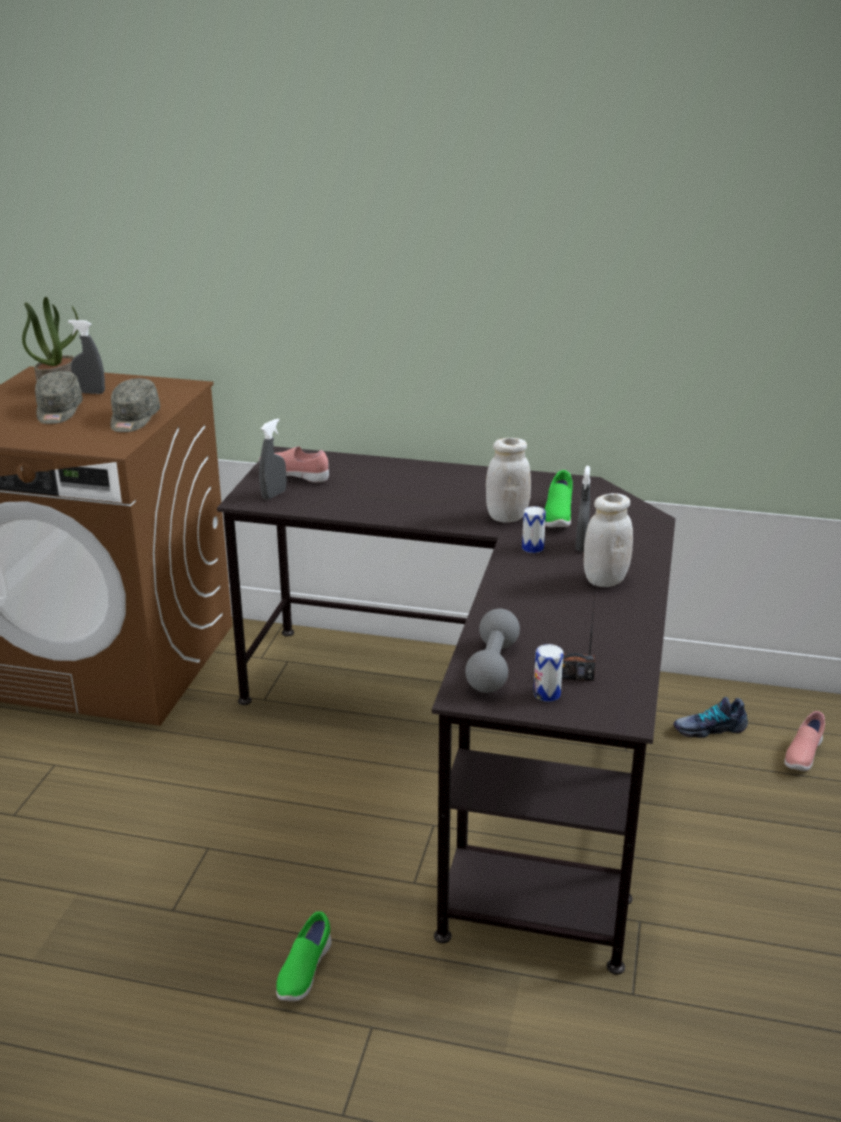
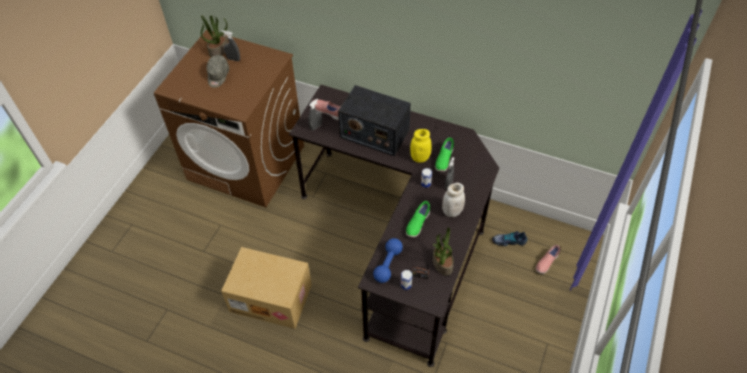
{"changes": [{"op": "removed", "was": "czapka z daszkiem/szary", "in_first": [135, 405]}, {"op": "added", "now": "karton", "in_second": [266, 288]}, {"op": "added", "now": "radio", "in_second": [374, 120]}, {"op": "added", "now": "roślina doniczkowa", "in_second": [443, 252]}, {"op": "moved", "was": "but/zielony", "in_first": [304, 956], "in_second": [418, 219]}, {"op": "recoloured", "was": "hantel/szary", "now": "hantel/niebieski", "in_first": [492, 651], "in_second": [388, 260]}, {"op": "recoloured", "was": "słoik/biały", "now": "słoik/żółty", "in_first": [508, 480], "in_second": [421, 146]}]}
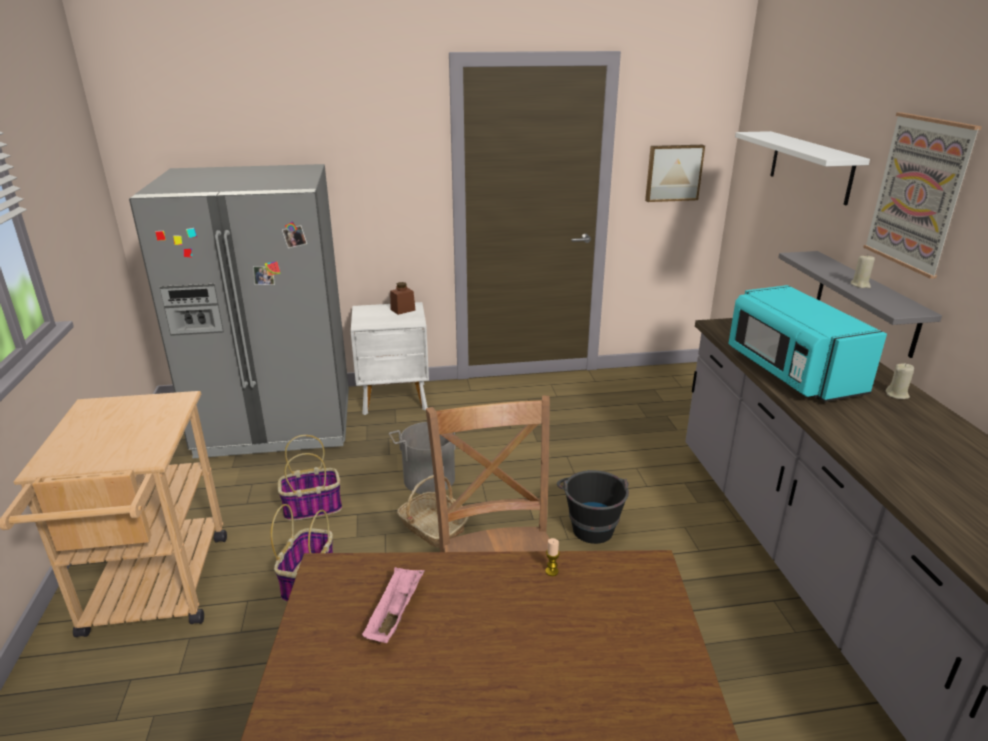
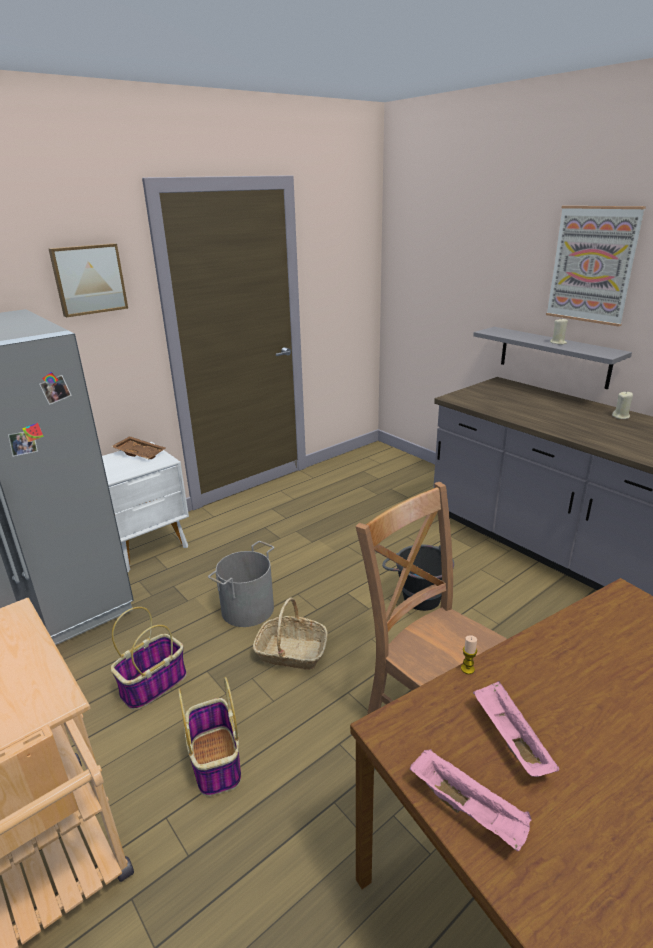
{"changes": [{"op": "removed", "was": "mikrofalówka/turkusowy", "in_first": [807, 343]}, {"op": "removed", "was": "półka/biały", "in_first": [802, 168]}, {"op": "added", "now": "taca/różowy", "in_second": [471, 800]}, {"op": "moved", "was": "świeca", "in_first": [552, 557], "in_second": [469, 654]}, {"op": "moved", "was": "obraz", "in_first": [675, 173], "in_second": [88, 280]}, {"op": "replaced", "was": "słoik/brązowy", "now": "taca/brązowy", "in_first": [403, 298], "in_second": [138, 447]}]}
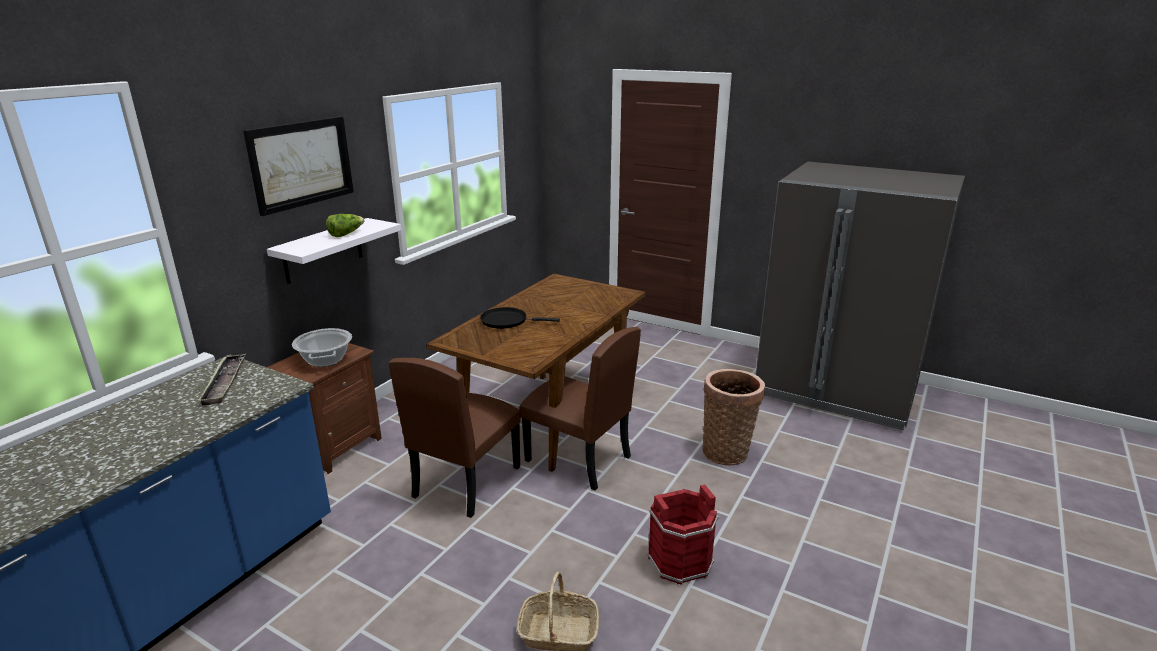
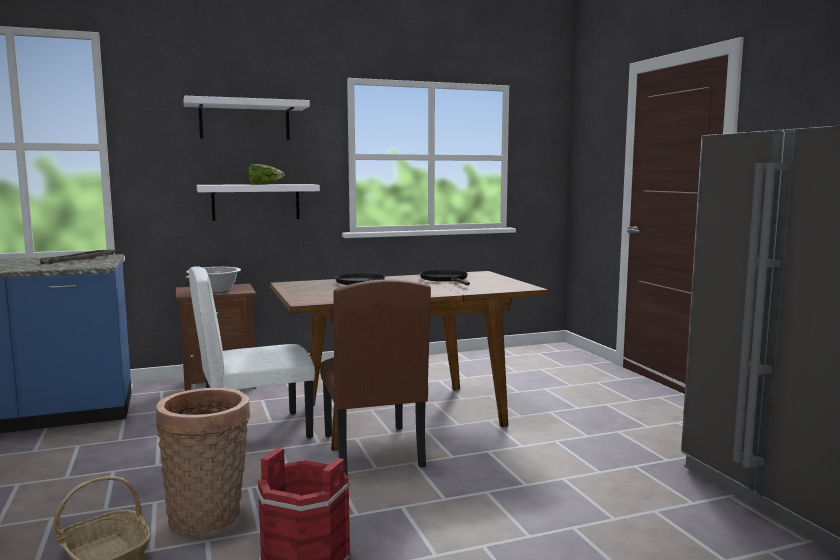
{"changes": [{"op": "added", "now": "patelnia/czarny", "in_second": [445, 277]}, {"op": "moved", "was": "koszyk", "in_first": [733, 417], "in_second": [203, 462]}, {"op": "replaced", "was": "obraz", "now": "półka/biały", "in_first": [298, 166], "in_second": [247, 118]}, {"op": "recoloured", "was": "krzesło/brązowy", "now": "krzesło/biały", "in_first": [455, 438], "in_second": [251, 352]}]}
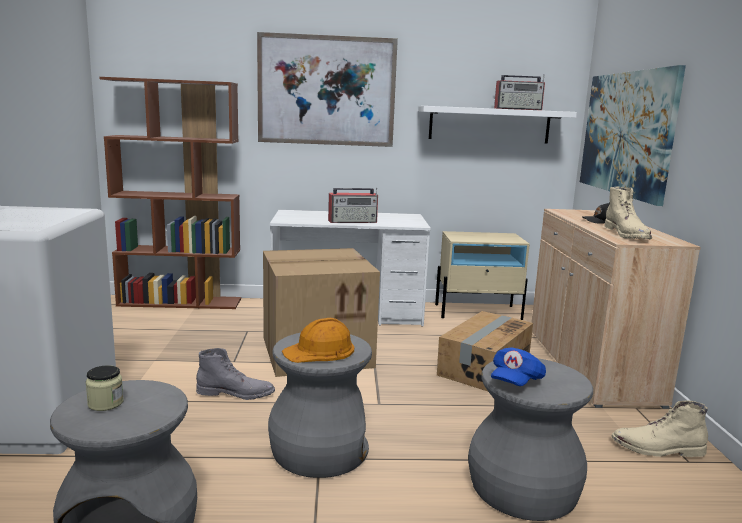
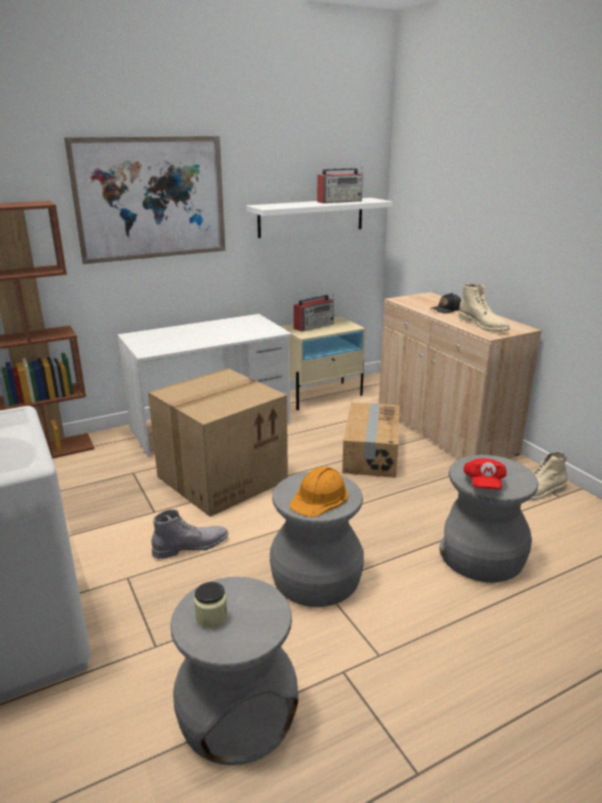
{"changes": [{"op": "removed", "was": "obraz", "in_first": [633, 135]}, {"op": "moved", "was": "radio", "in_first": [353, 205], "in_second": [314, 313]}, {"op": "recoloured", "was": "czapka z daszkiem/niebieski", "now": "czapka z daszkiem/czerwony", "in_first": [518, 366], "in_second": [485, 474]}]}
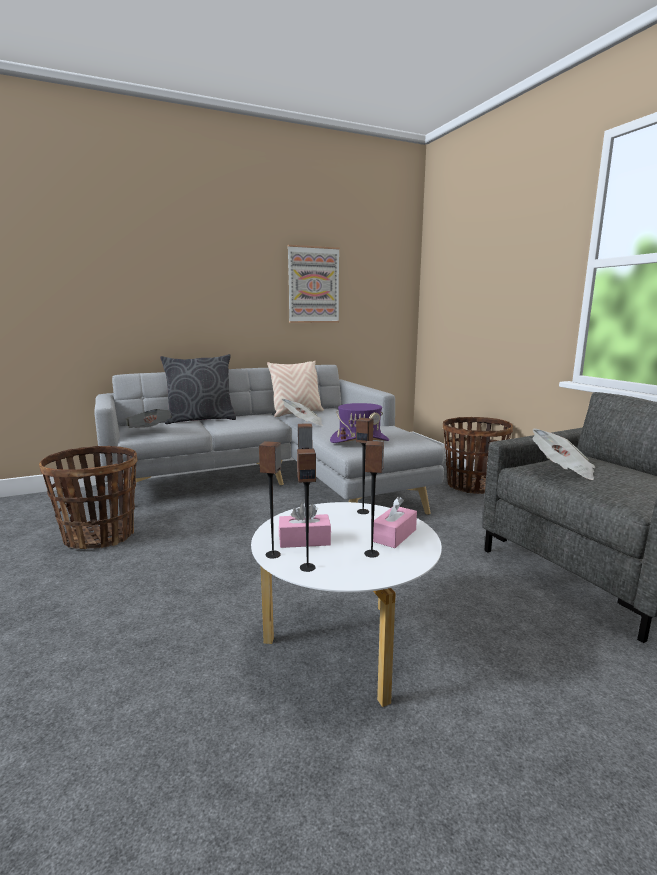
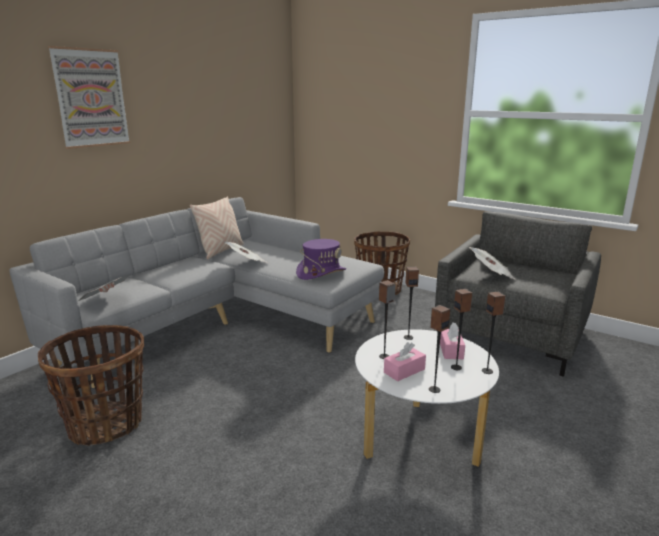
{"changes": [{"op": "removed", "was": "poduszka/szary", "in_first": [198, 389]}, {"op": "moved", "was": "głośnik", "in_first": [270, 499], "in_second": [494, 333]}, {"op": "moved", "was": "obraz", "in_first": [313, 284], "in_second": [89, 97]}]}
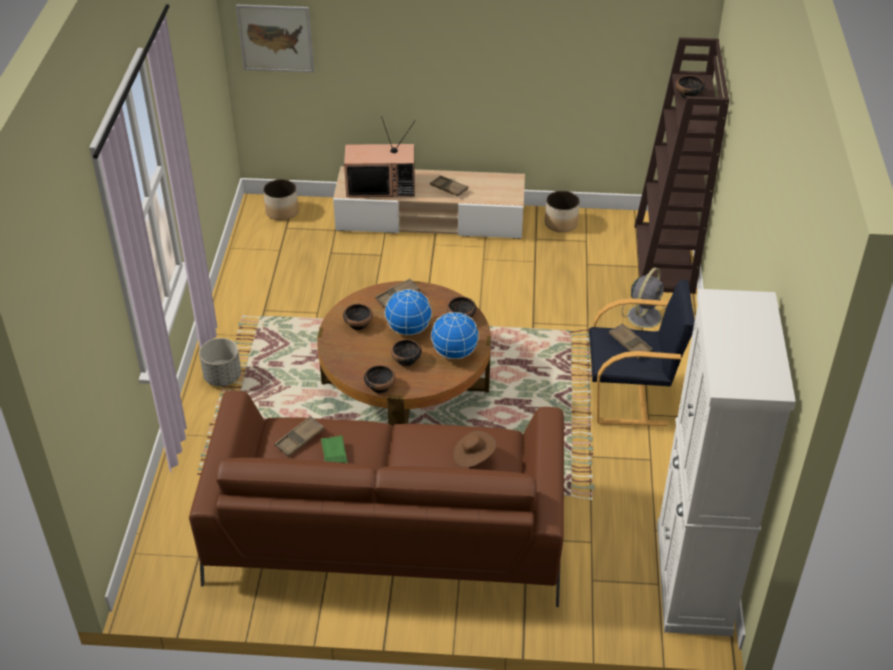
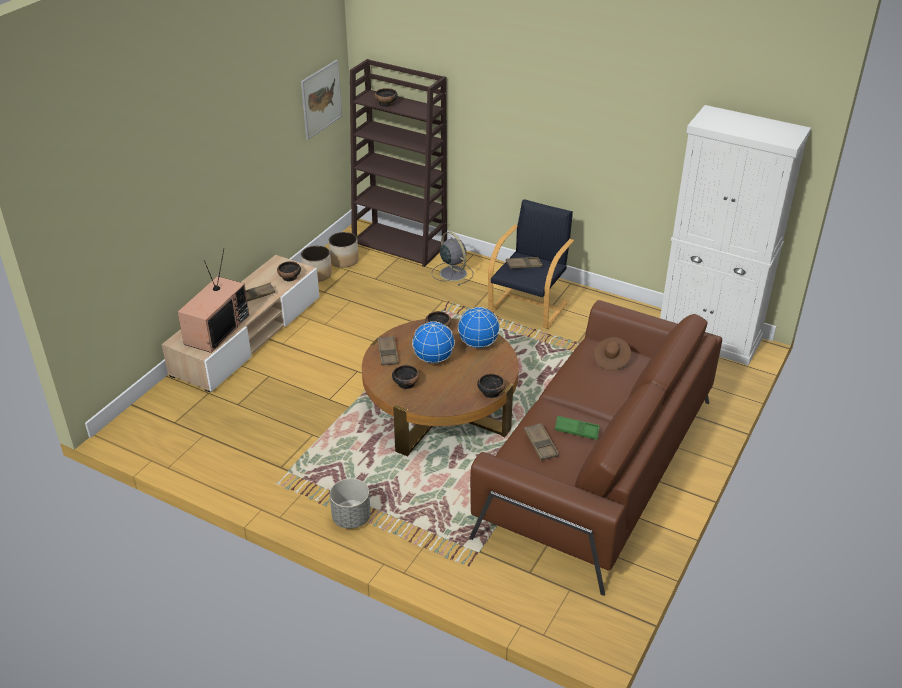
{"changes": [{"op": "moved", "was": "obraz", "in_first": [275, 38], "in_second": [321, 100]}, {"op": "moved", "was": "donica", "in_first": [281, 200], "in_second": [344, 249]}, {"op": "moved", "was": "miska", "in_first": [406, 352], "in_second": [289, 271]}]}
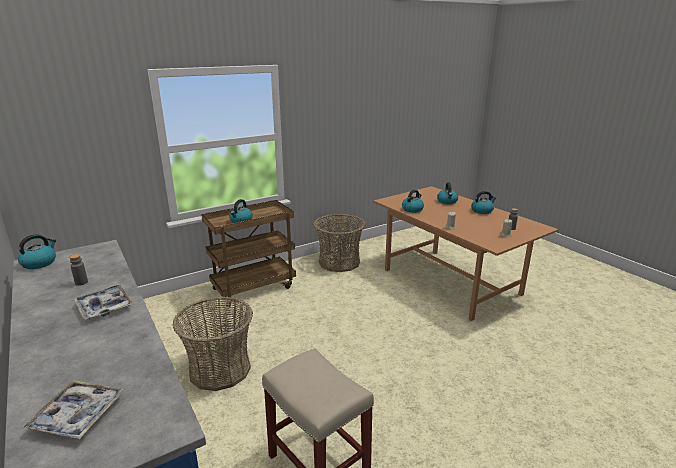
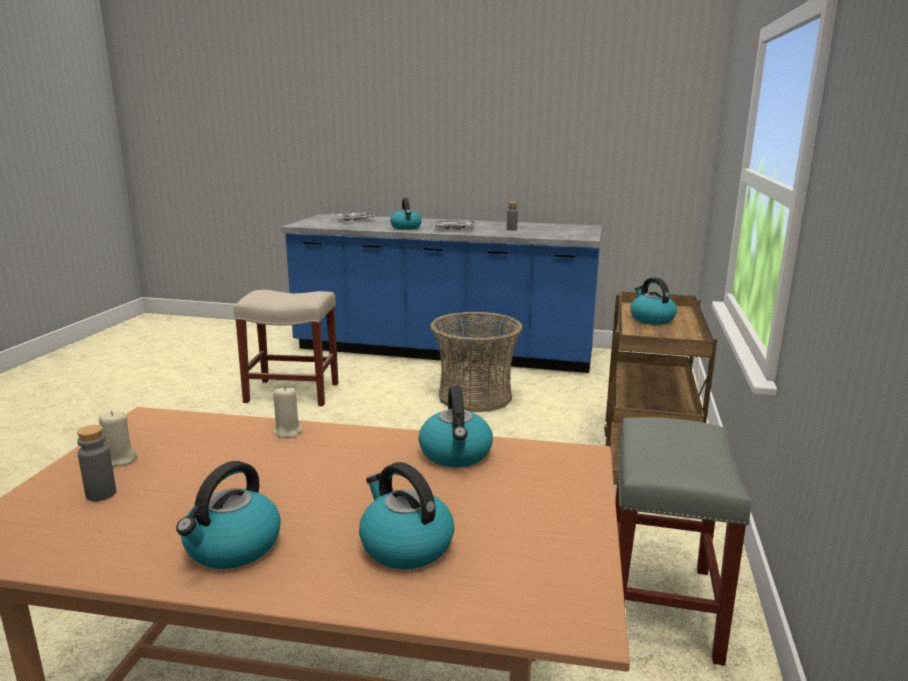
{"changes": [{"op": "moved", "was": "czajnik", "in_first": [37, 251], "in_second": [406, 214]}, {"op": "replaced", "was": "koszyk", "now": "stołek/szary", "in_first": [339, 243], "in_second": [683, 541]}]}
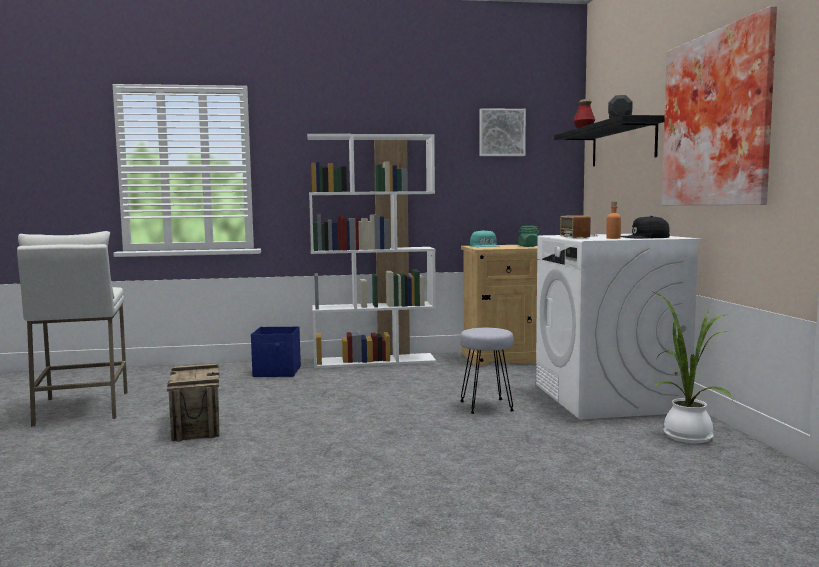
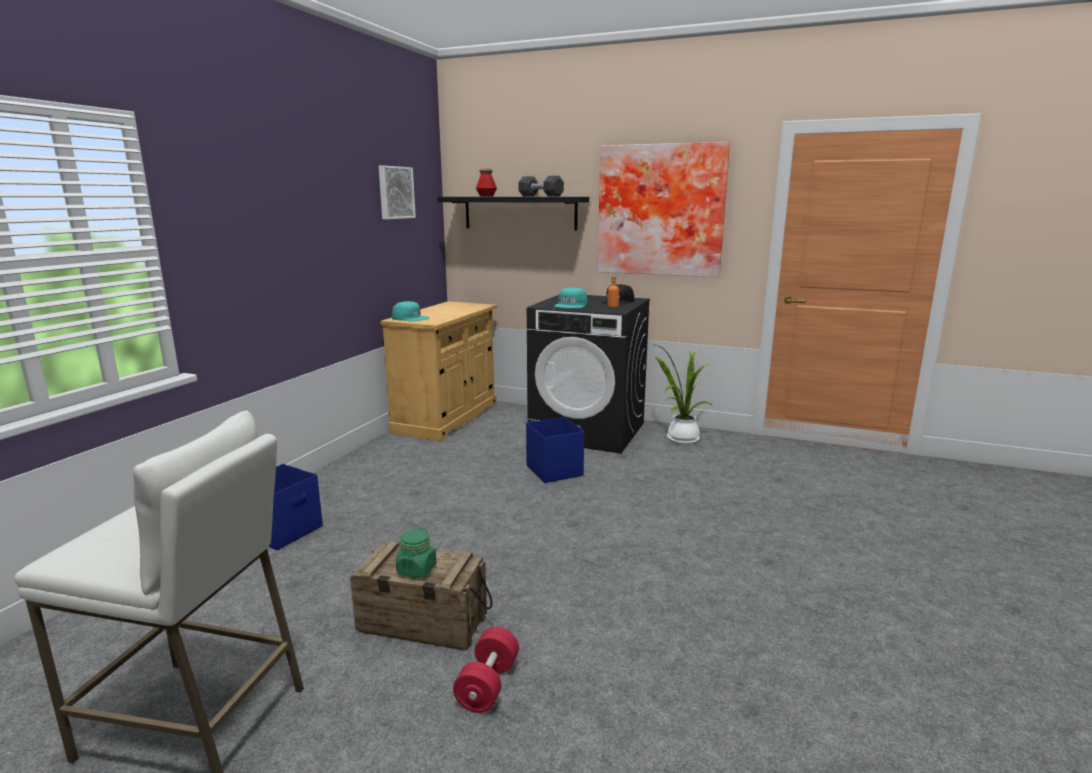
{"changes": [{"op": "removed", "was": "regał/biały", "in_first": [371, 251]}, {"op": "added", "now": "hantel/czerwony", "in_second": [486, 670]}, {"op": "moved", "was": "słoik/zielony", "in_first": [528, 236], "in_second": [416, 553]}, {"op": "replaced", "was": "stołek/szary", "now": "pojemnik do przechowywania/niebieski", "in_first": [487, 371], "in_second": [555, 450]}, {"op": "replaced", "was": "radio", "now": "czapka z daszkiem/turkusowy", "in_first": [579, 226], "in_second": [571, 297]}, {"op": "recoloured", "was": "pralka/biały", "now": "pralka/czarny", "in_first": [619, 327], "in_second": [588, 374]}]}
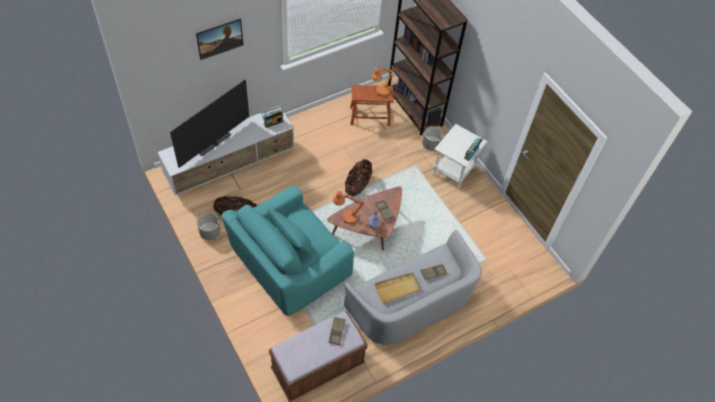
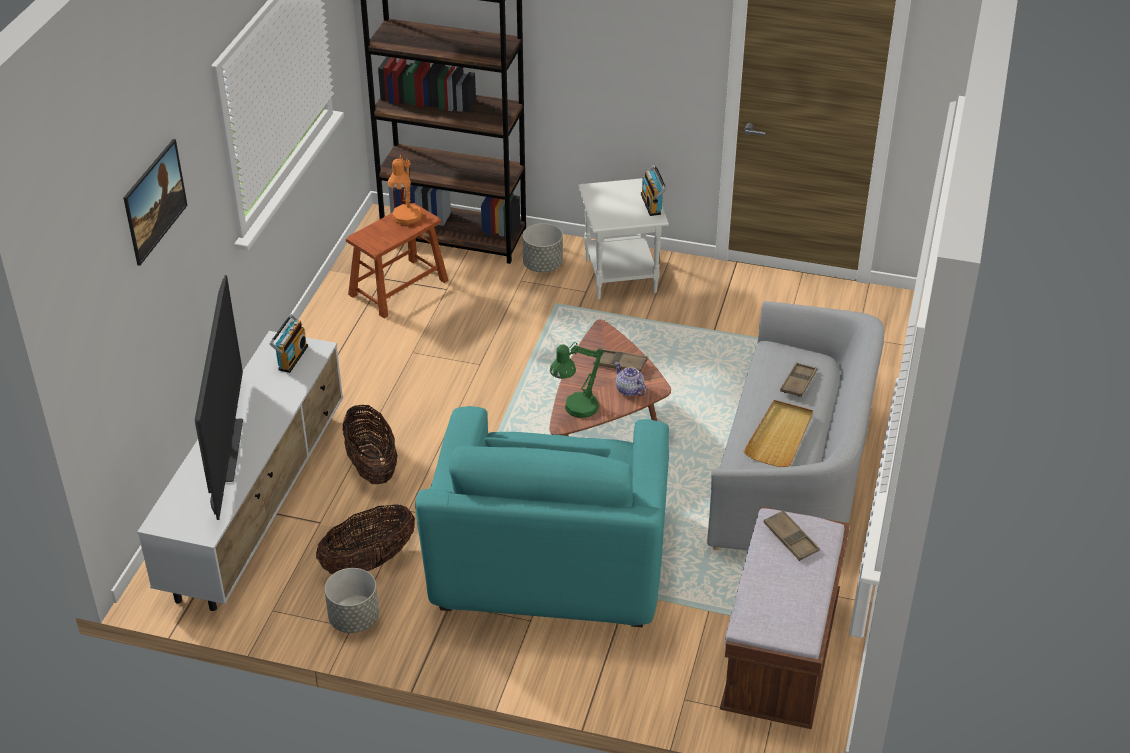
{"changes": [{"op": "moved", "was": "koszyk", "in_first": [358, 177], "in_second": [370, 444]}, {"op": "recoloured", "was": "lampa stołowa/pomarańczowy", "now": "lampa stołowa/zielony", "in_first": [348, 207], "in_second": [577, 380]}]}
